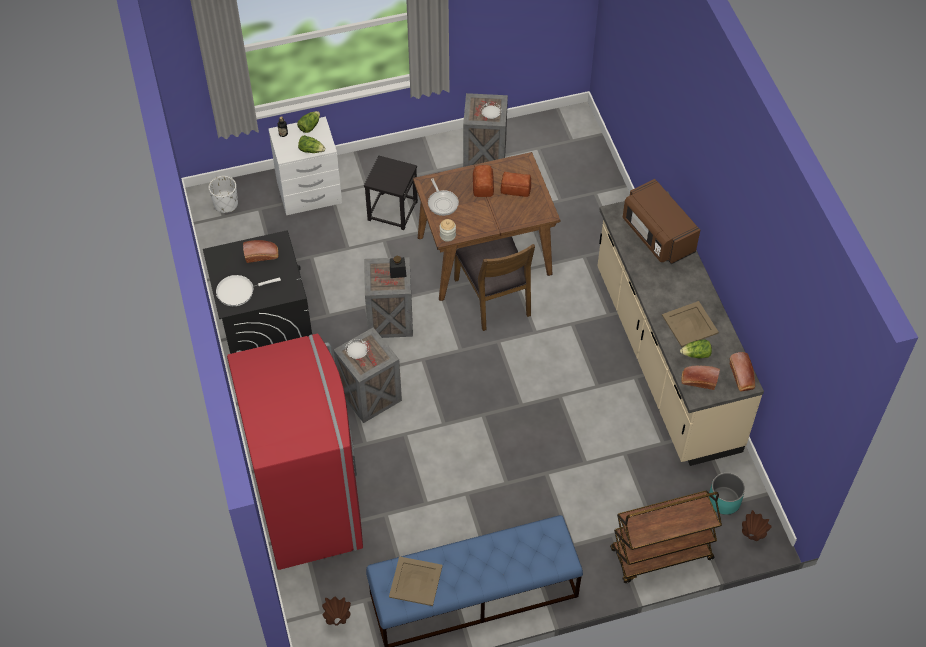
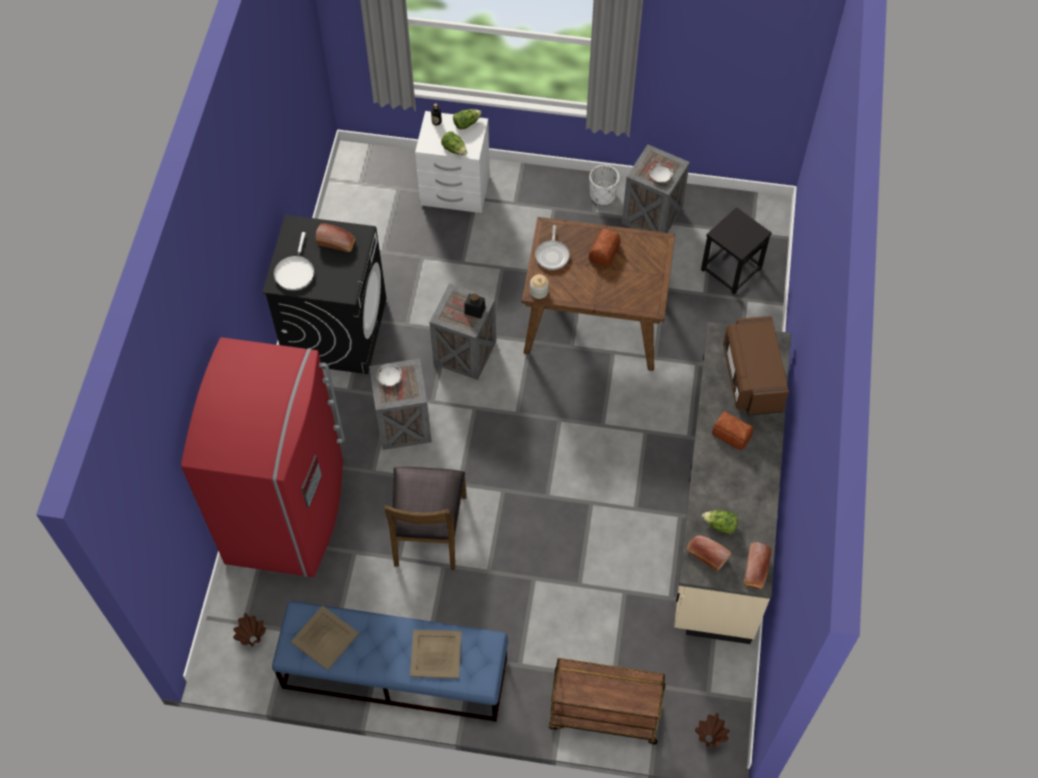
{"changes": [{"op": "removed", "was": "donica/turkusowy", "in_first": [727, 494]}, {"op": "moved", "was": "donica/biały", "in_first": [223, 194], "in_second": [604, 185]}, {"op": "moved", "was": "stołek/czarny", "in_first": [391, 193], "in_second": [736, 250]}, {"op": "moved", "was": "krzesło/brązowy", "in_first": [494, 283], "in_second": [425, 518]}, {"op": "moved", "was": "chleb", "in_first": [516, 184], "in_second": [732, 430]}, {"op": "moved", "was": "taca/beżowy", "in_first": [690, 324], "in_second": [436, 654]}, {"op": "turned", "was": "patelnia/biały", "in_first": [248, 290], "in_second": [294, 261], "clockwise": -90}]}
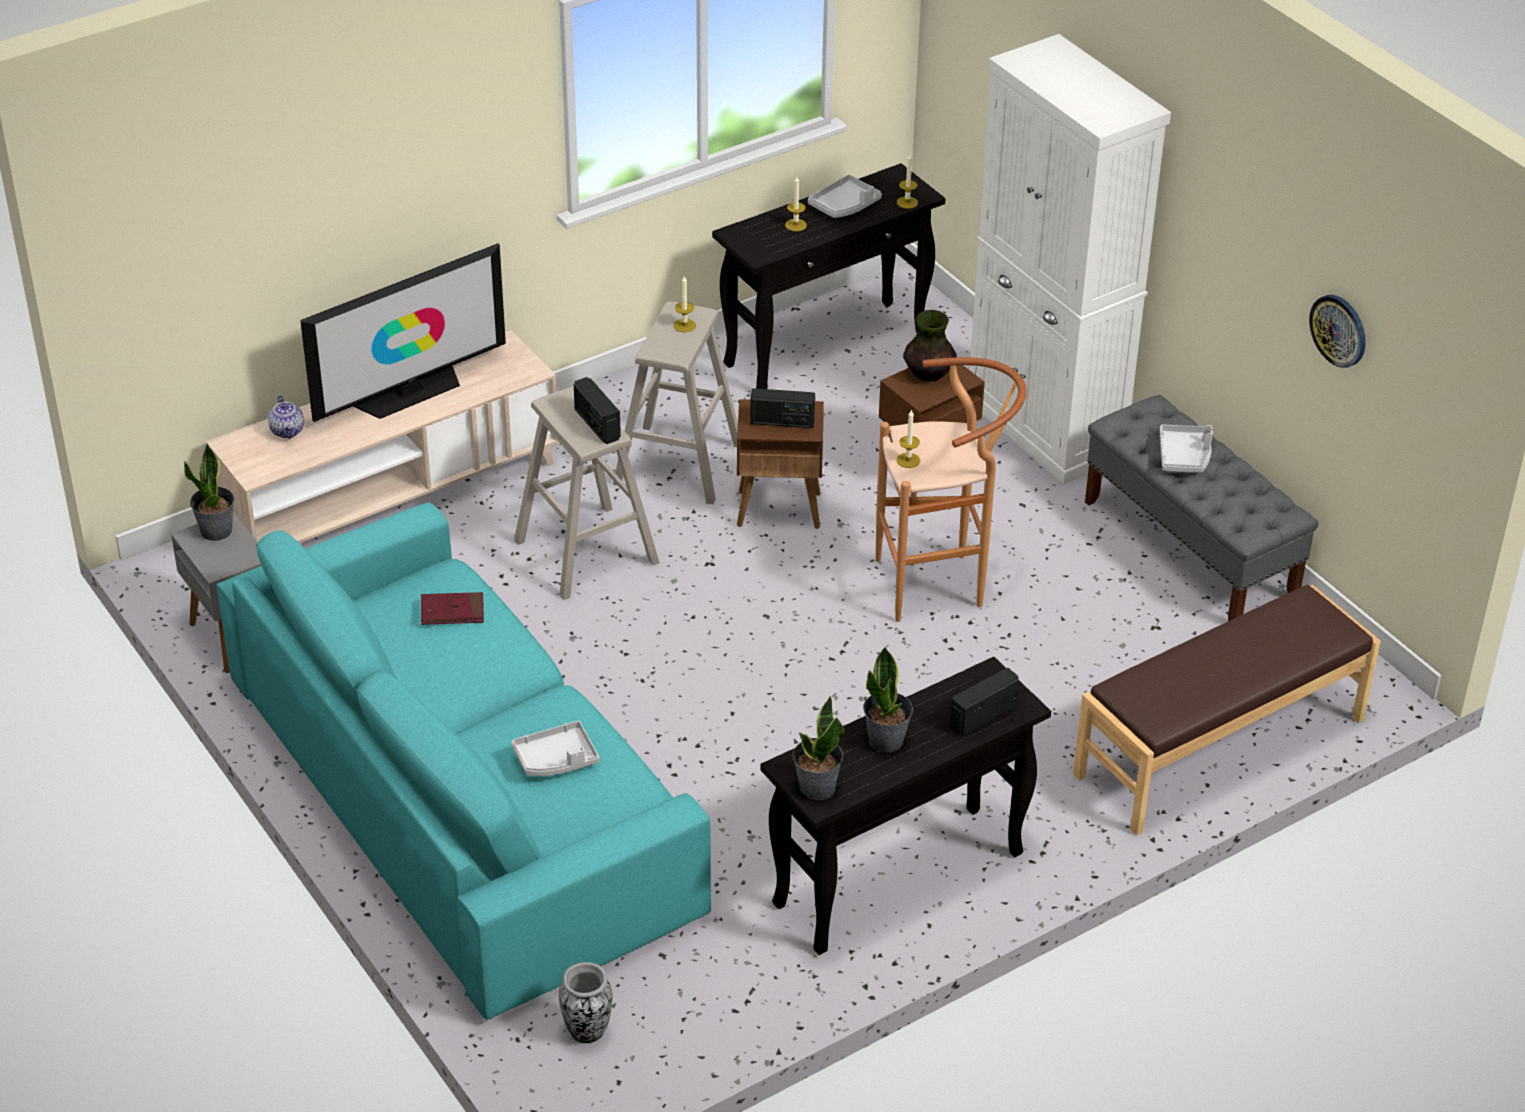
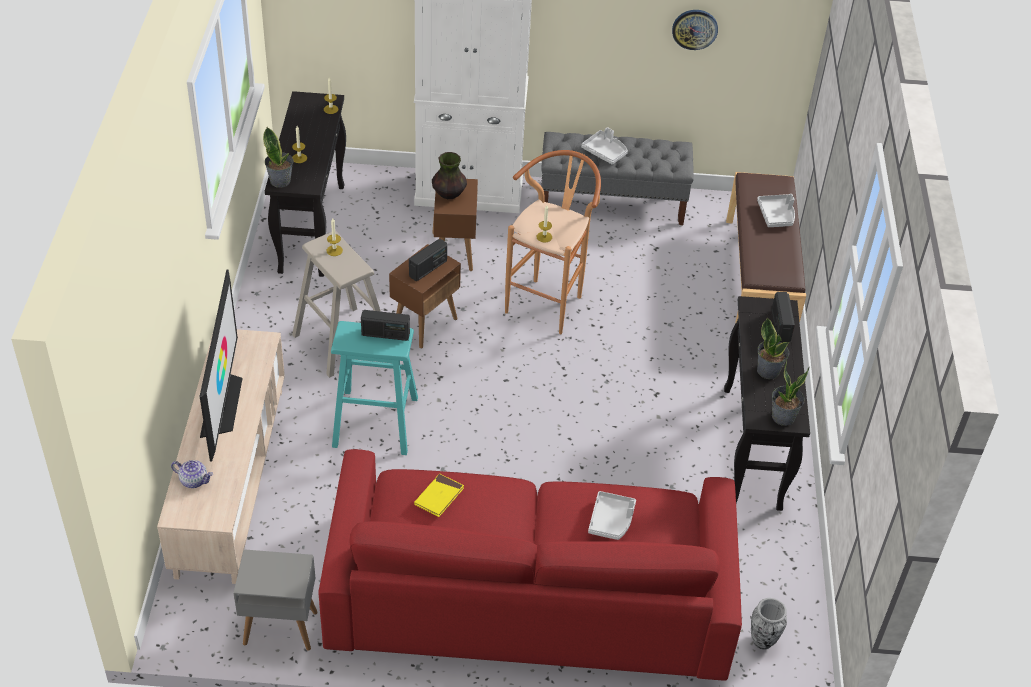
{"changes": [{"op": "moved", "was": "roślina doniczkowa", "in_first": [209, 492], "in_second": [278, 157]}, {"op": "moved", "was": "taca/szary", "in_first": [845, 196], "in_second": [776, 210]}, {"op": "recoloured", "was": "kanapa/turkusowy", "now": "kanapa/czerwony", "in_first": [464, 761], "in_second": [530, 565]}, {"op": "recoloured", "was": "książka/czerwony", "now": "książka/żółty", "in_first": [452, 608], "in_second": [439, 495]}, {"op": "recoloured", "was": "stołek/beżowy", "now": "stołek/turkusowy", "in_first": [587, 493], "in_second": [374, 388]}]}
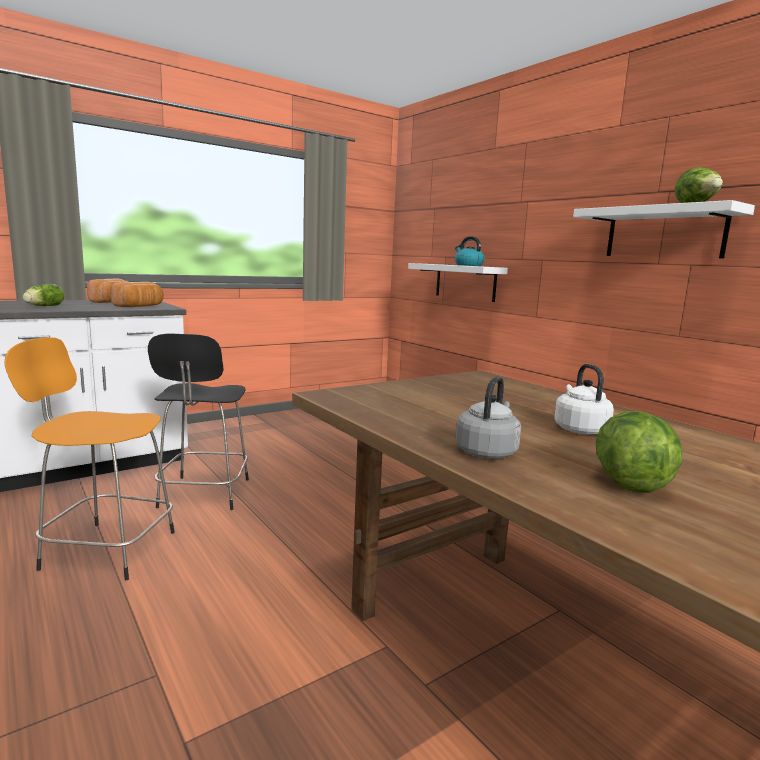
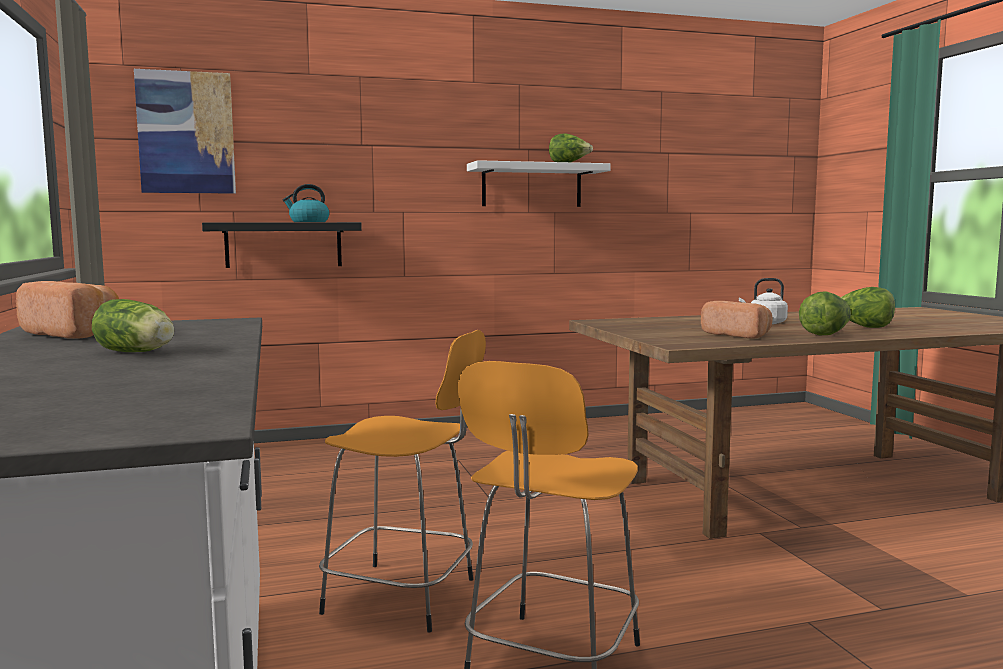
{"changes": [{"op": "added", "now": "obraz", "in_second": [185, 131]}, {"op": "moved", "was": "chleb", "in_first": [137, 294], "in_second": [736, 319]}, {"op": "replaced", "was": "czajnik/szary", "now": "sałata", "in_first": [488, 417], "in_second": [825, 313]}, {"op": "recoloured", "was": "stołek/czarny", "now": "stołek/pomarańczowy", "in_first": [198, 422], "in_second": [402, 481]}, {"op": "recoloured", "was": "półka/biały", "now": "półka/czarny", "in_first": [458, 282], "in_second": [282, 245]}]}
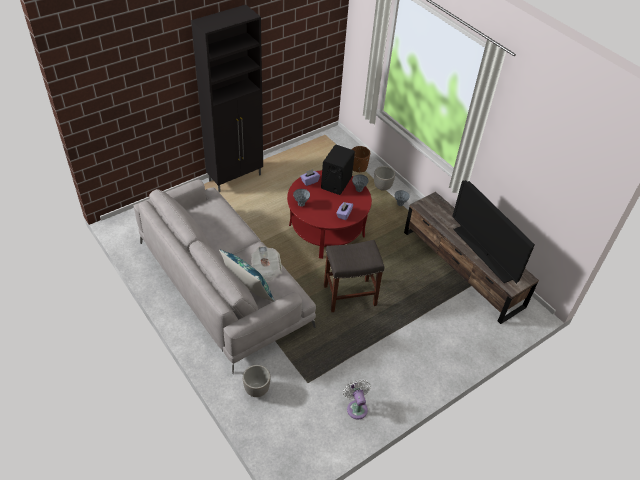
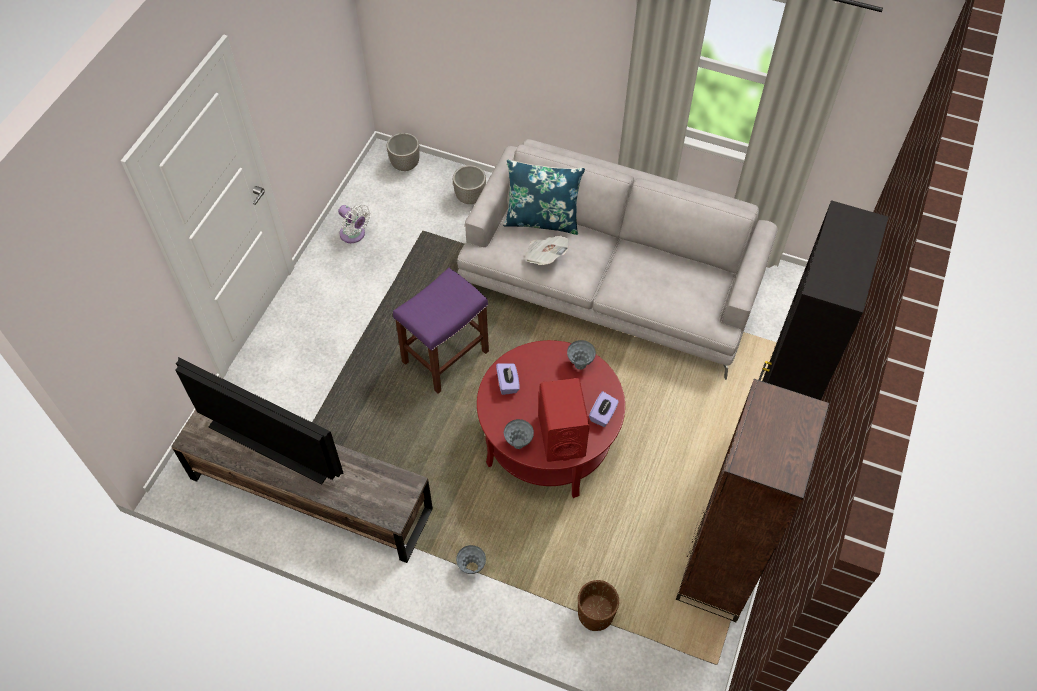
{"changes": [{"op": "added", "now": "regał/brązowy", "in_second": [752, 500]}, {"op": "moved", "was": "donica", "in_first": [384, 178], "in_second": [403, 152]}, {"op": "recoloured", "was": "głośnik/czarny", "now": "głośnik/czerwony", "in_first": [338, 169], "in_second": [564, 420]}, {"op": "recoloured", "was": "stołek/szary", "now": "stołek/fioletowy", "in_first": [354, 276], "in_second": [441, 331]}]}
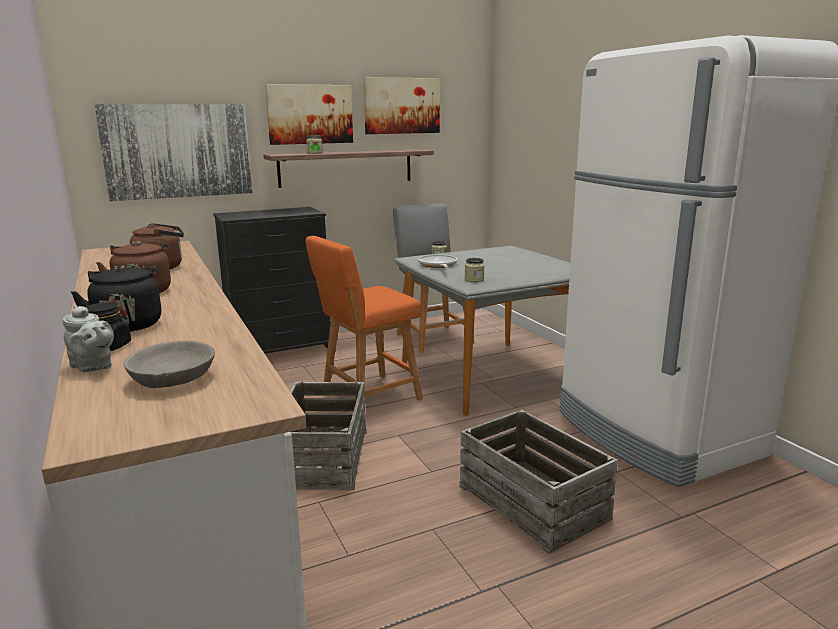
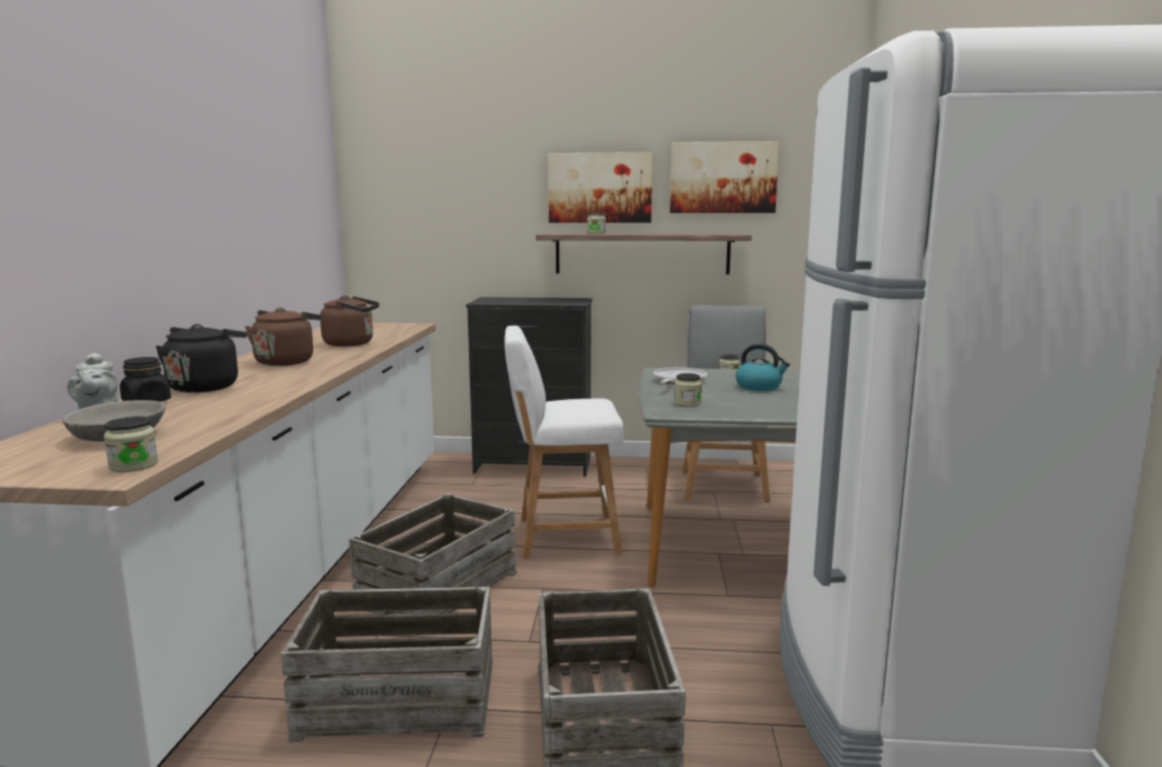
{"changes": [{"op": "removed", "was": "obraz", "in_first": [173, 152]}, {"op": "added", "now": "słoik", "in_second": [131, 444]}, {"op": "added", "now": "skrzynka", "in_second": [387, 664]}, {"op": "added", "now": "czajnik", "in_second": [763, 367]}, {"op": "recoloured", "was": "stołek/pomarańczowy", "now": "stołek/biały", "in_first": [364, 318], "in_second": [564, 442]}]}
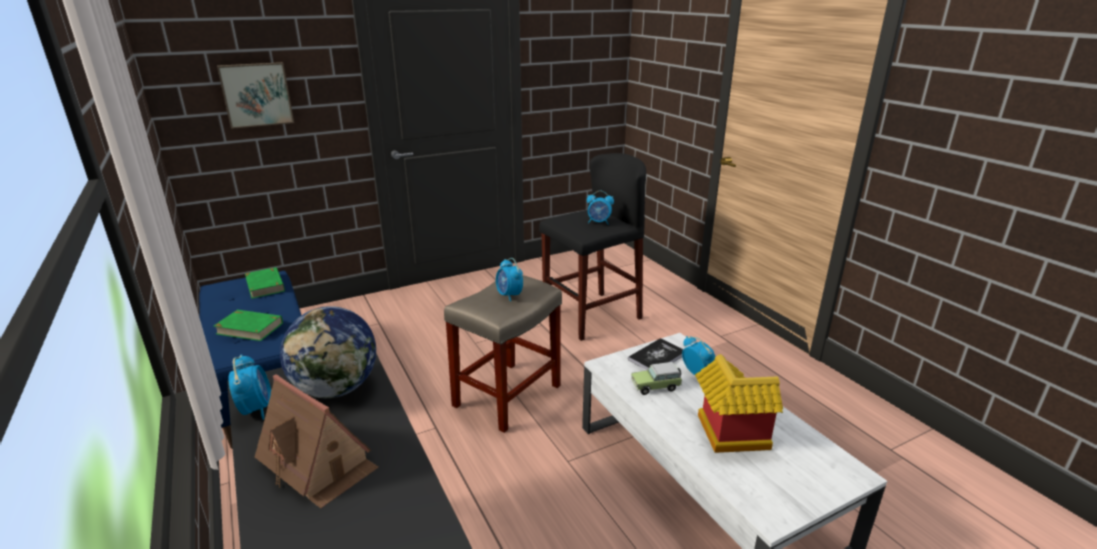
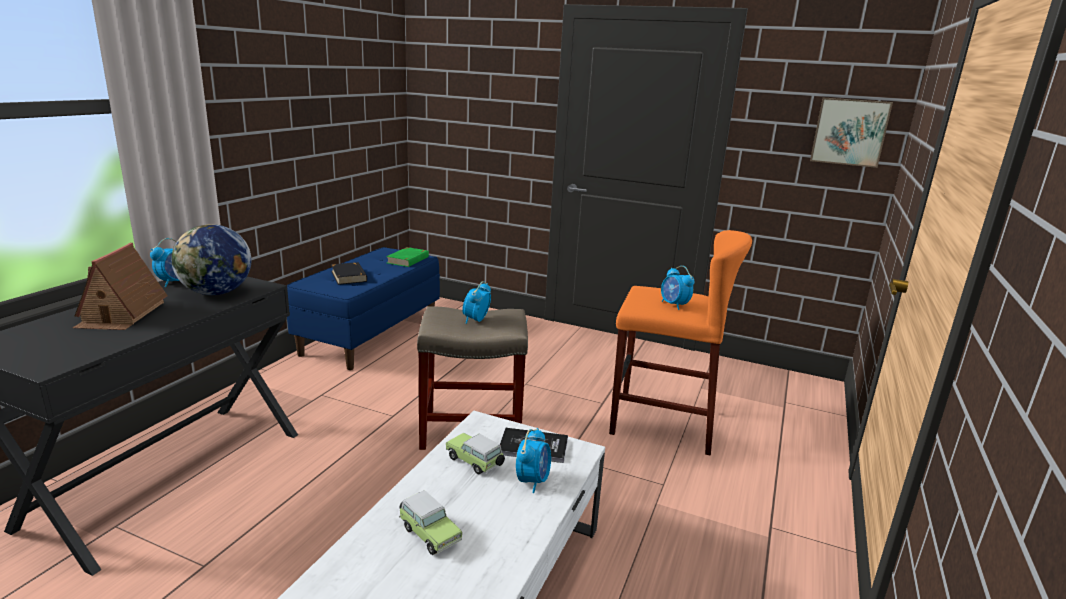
{"changes": [{"op": "moved", "was": "obraz", "in_first": [255, 95], "in_second": [851, 133]}, {"op": "replaced", "was": "domek", "now": "samochodzik", "in_first": [739, 404], "in_second": [430, 522]}, {"op": "recoloured", "was": "książka/zielony", "now": "książka/czarny", "in_first": [248, 325], "in_second": [349, 273]}, {"op": "recoloured", "was": "stołek/czarny", "now": "stołek/pomarańczowy", "in_first": [592, 247], "in_second": [680, 342]}]}
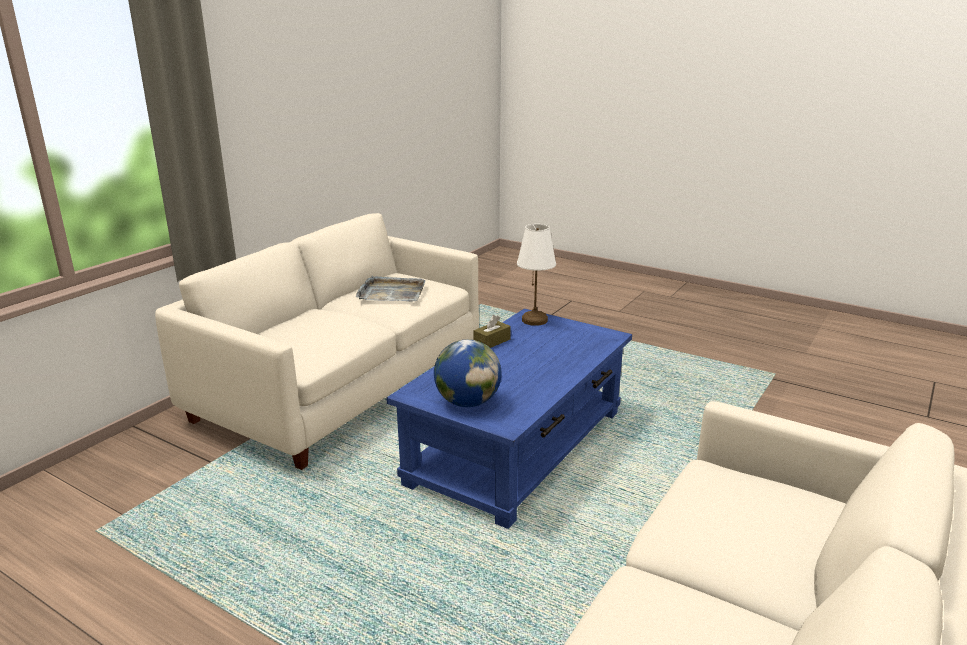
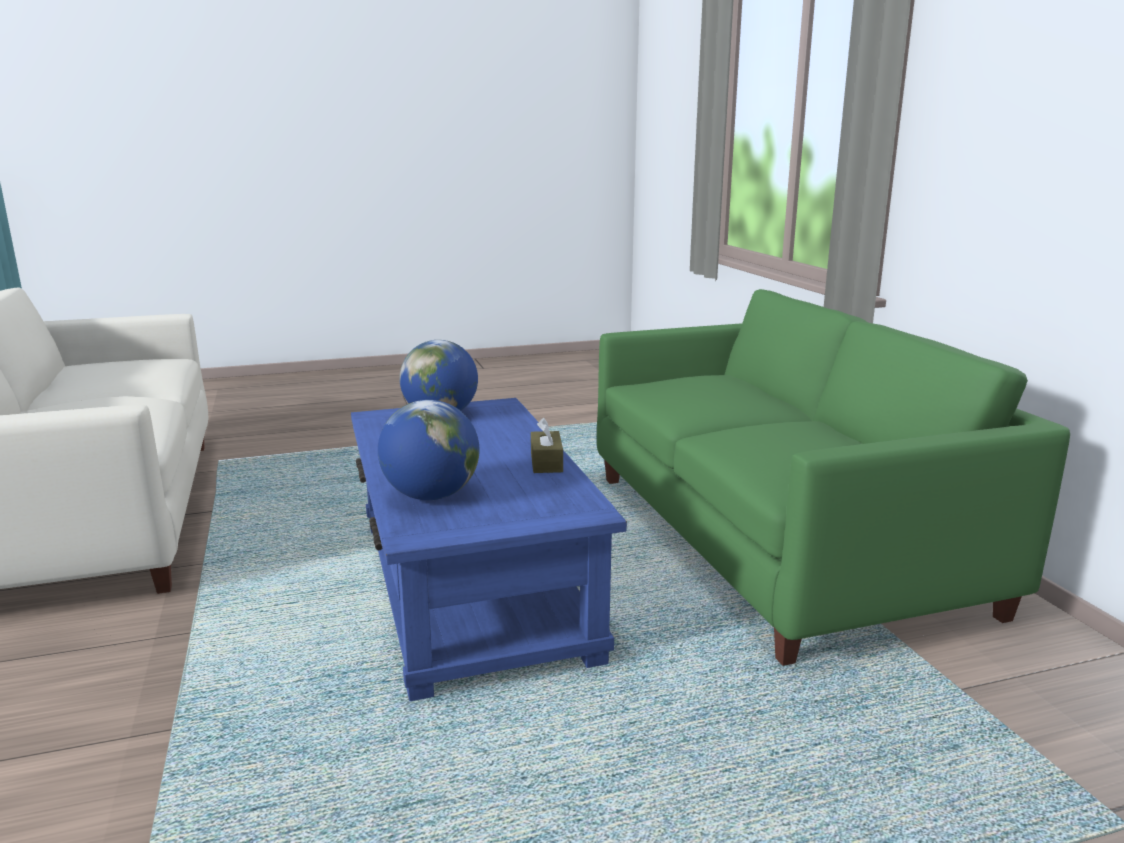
{"changes": [{"op": "removed", "was": "taca/szary", "in_first": [390, 289]}, {"op": "removed", "was": "lampa stołowa/biały", "in_first": [536, 275]}, {"op": "added", "now": "globus", "in_second": [429, 450]}, {"op": "recoloured", "was": "kanapa/biały", "now": "kanapa/zielony", "in_first": [317, 341], "in_second": [833, 477]}]}
